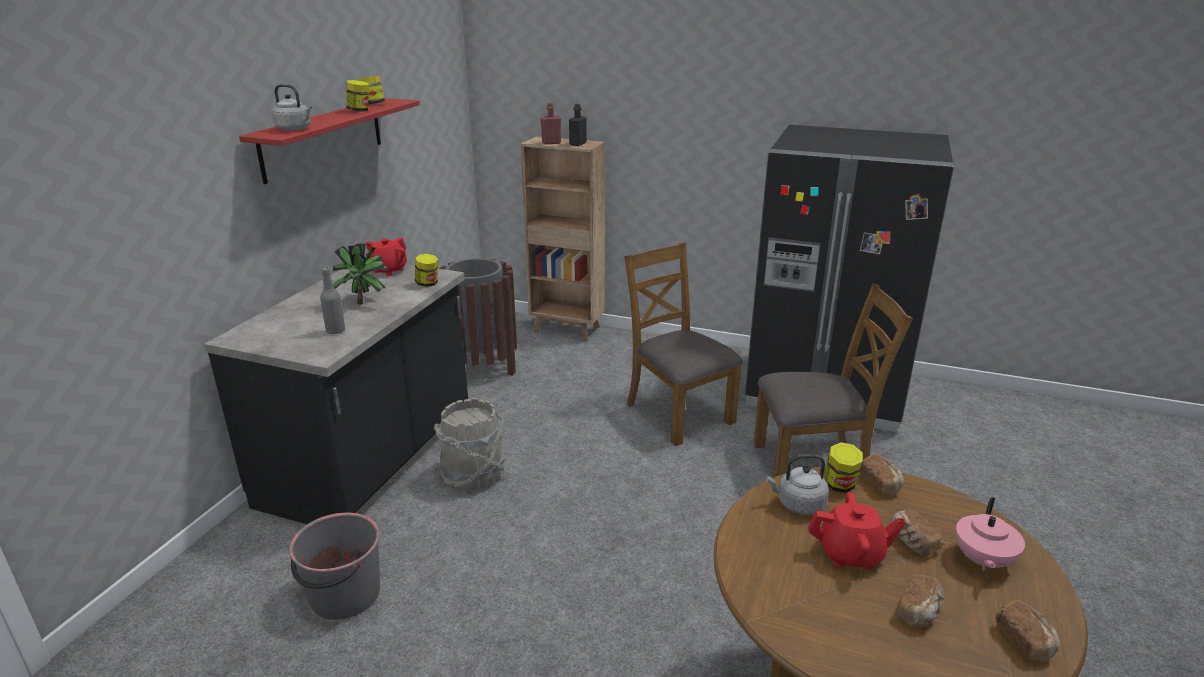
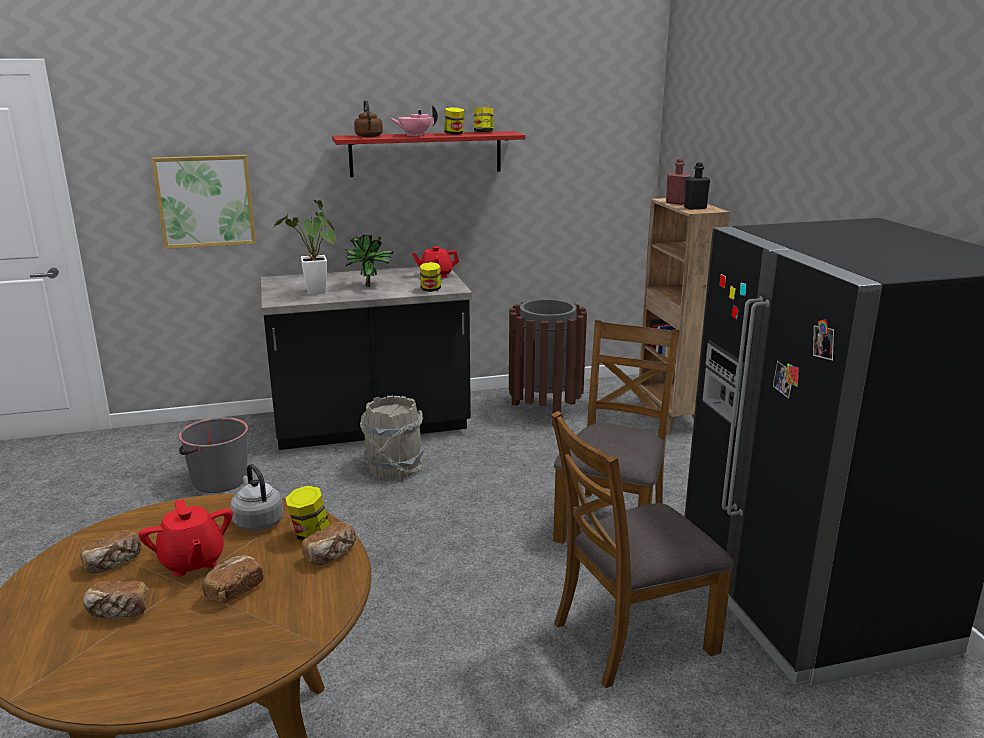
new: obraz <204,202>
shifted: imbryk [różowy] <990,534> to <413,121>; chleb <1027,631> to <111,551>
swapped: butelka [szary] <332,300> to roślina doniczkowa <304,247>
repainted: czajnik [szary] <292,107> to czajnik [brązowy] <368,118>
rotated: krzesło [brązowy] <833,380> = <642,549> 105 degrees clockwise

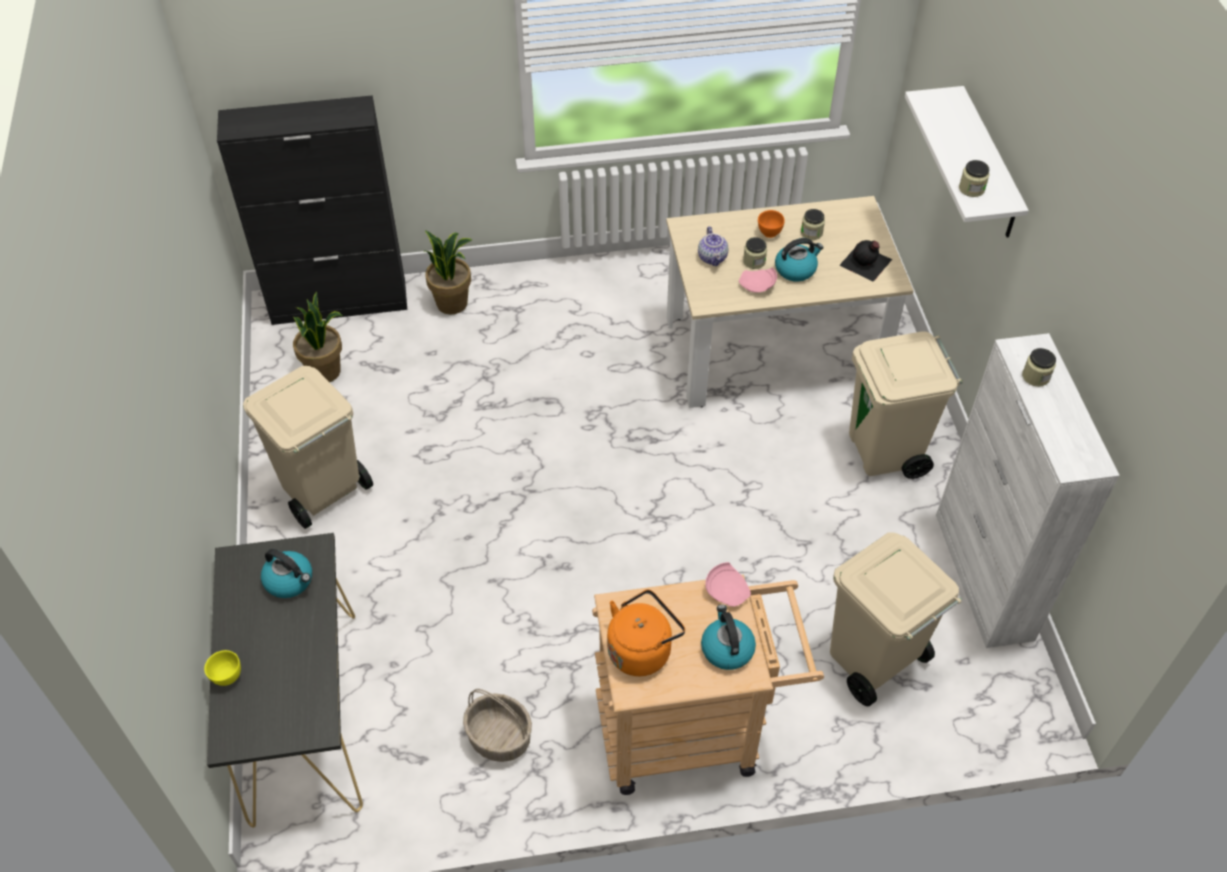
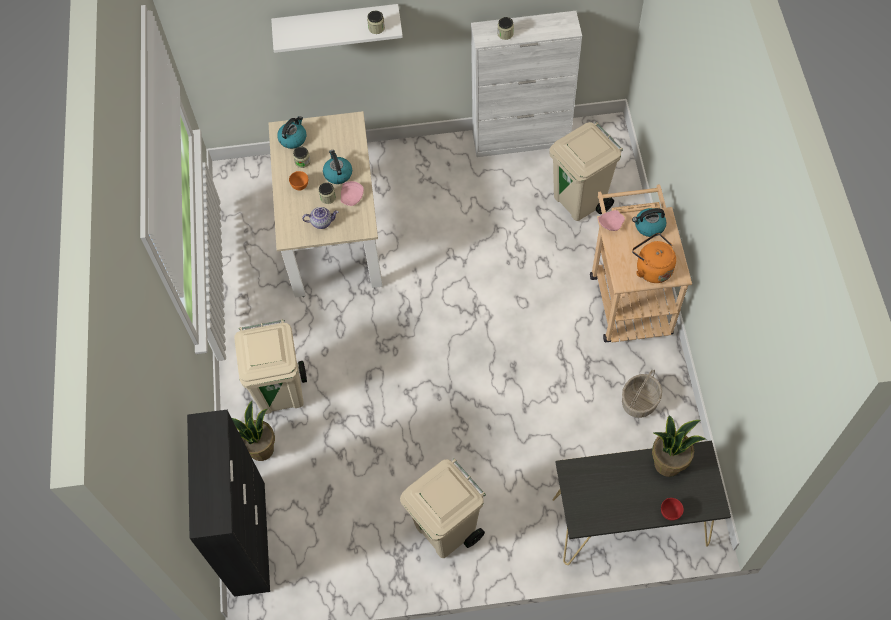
gone: butelka [czarny] <865,261>
shifted: roślina doniczkowa <318,337> to <679,446>; kosz na śmieci [beżowy] <906,405> to <270,366>; czajnik <286,573> to <291,132>
repainted: miska [żółty] <222,668> to miska [czerwony] <672,509>

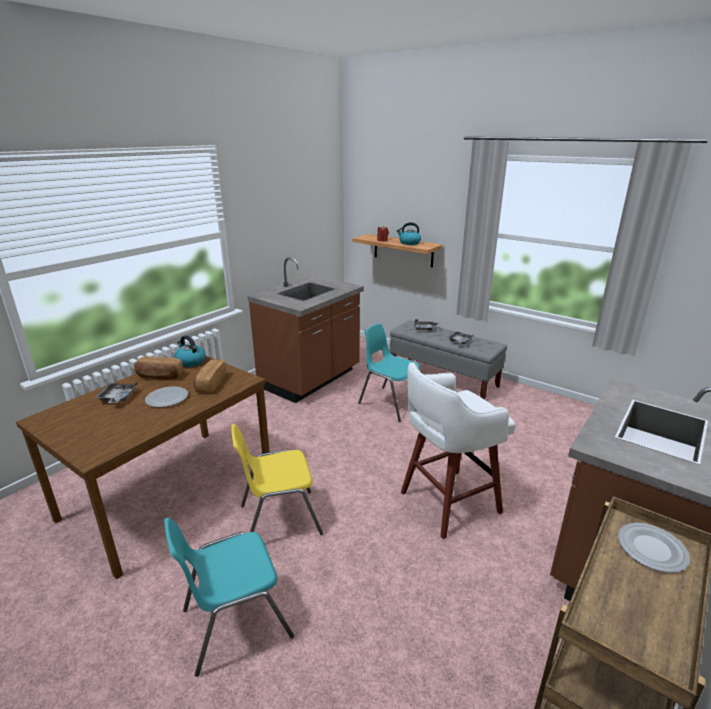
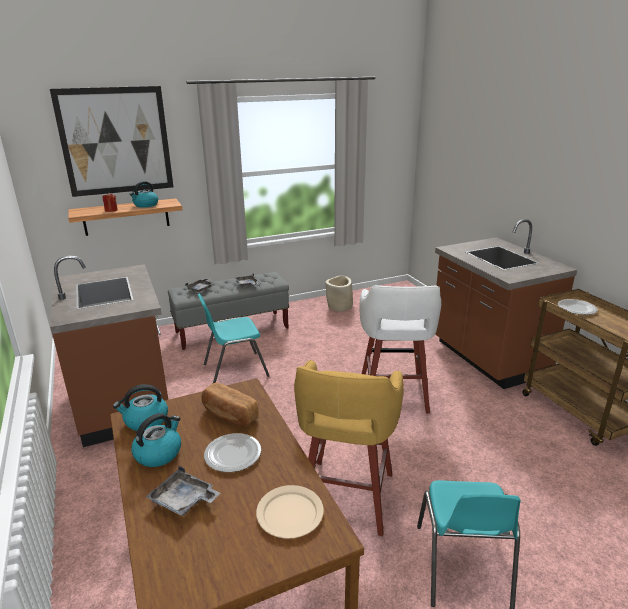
new: obraz <111,141>; donica [beżowy] <339,293>; talerz [beżowy] <290,511>
swapped: chleb <158,368> to czajnik <156,440>; krzesło [żółty] <277,479> to stołek [żółty] <349,448>

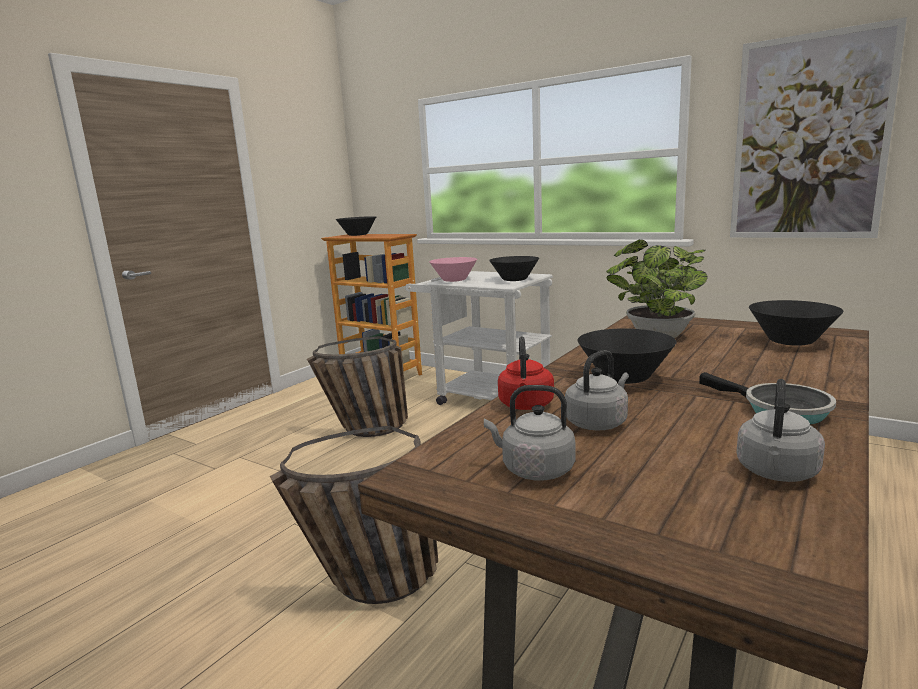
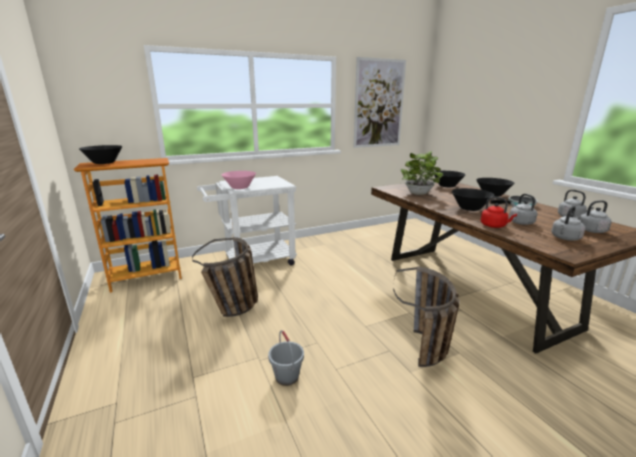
new: czajnik [szary] <594,216>; wiadro [szary] <286,358>
shifted: miska [czarny] <514,268> to <495,187>

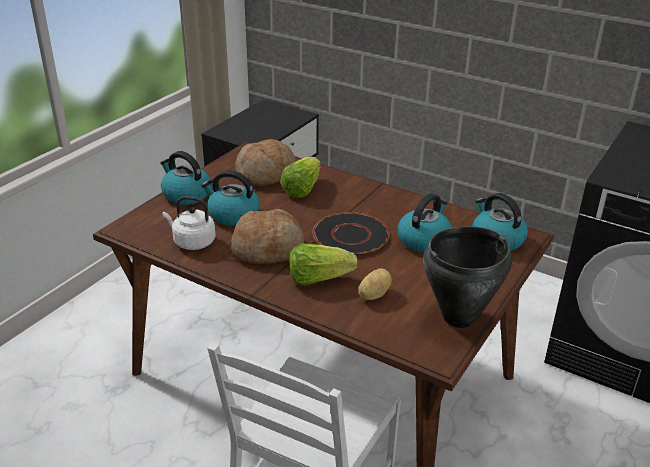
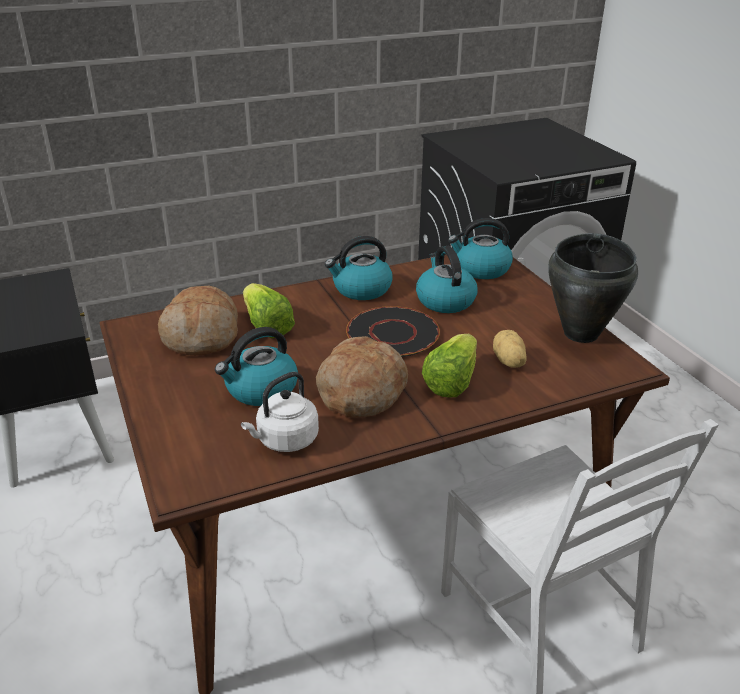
shifted: czajnik <185,178> to <359,268>

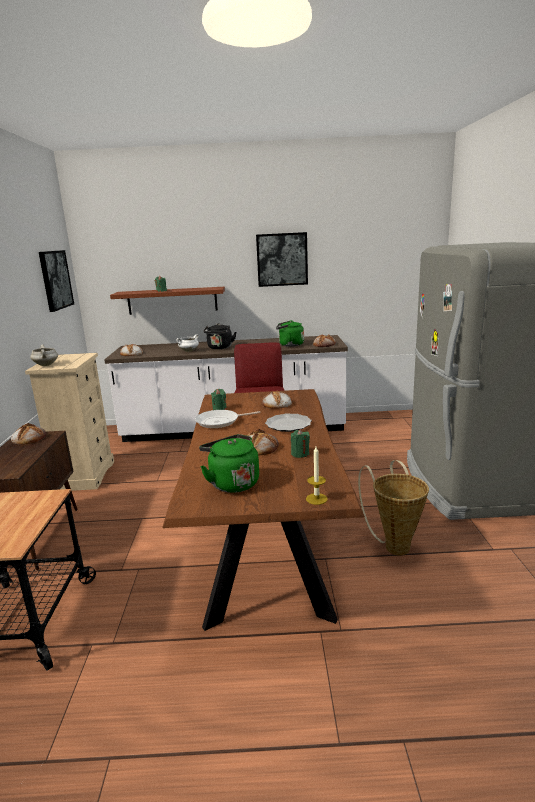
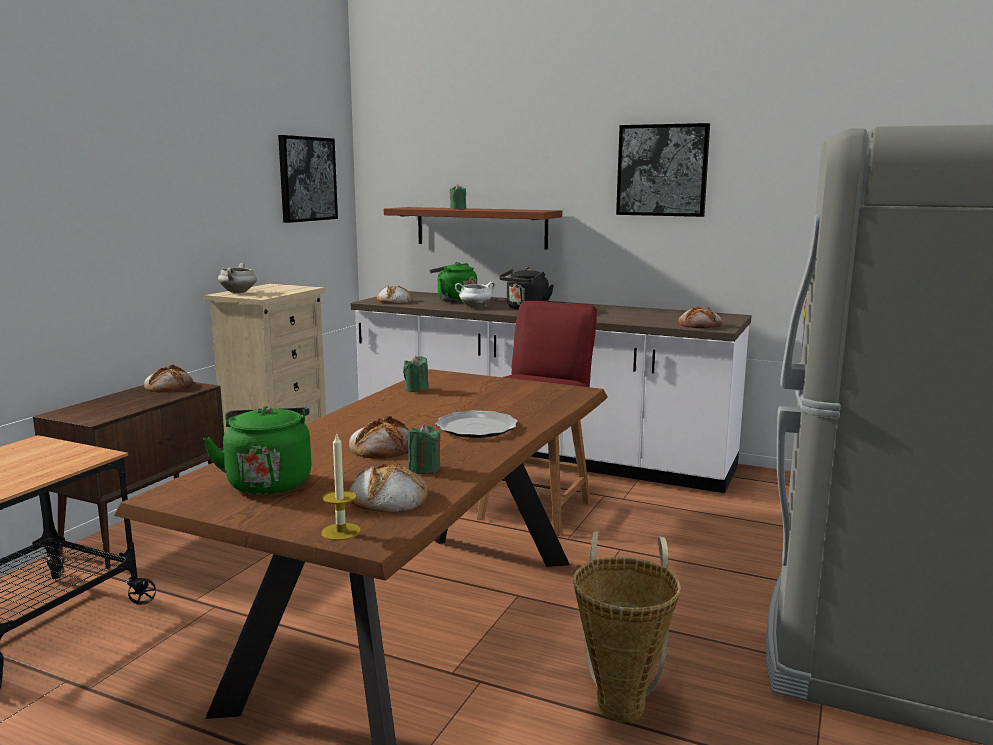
gone: patelnia <228,419>
shifted: czajnik [zielony] <290,333> to <453,282>; chleb <277,400> to <388,488>

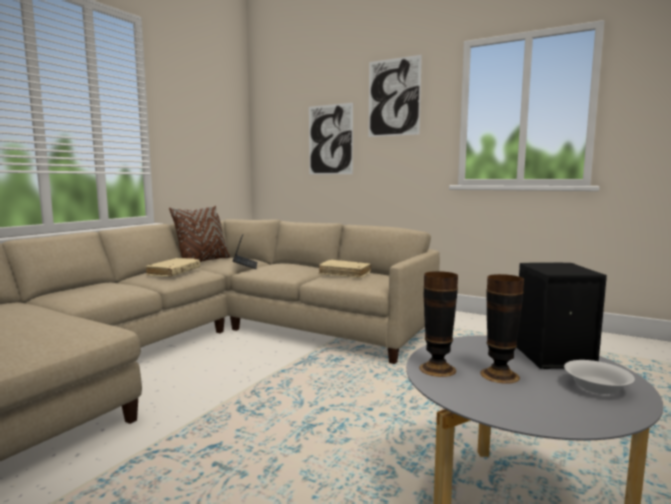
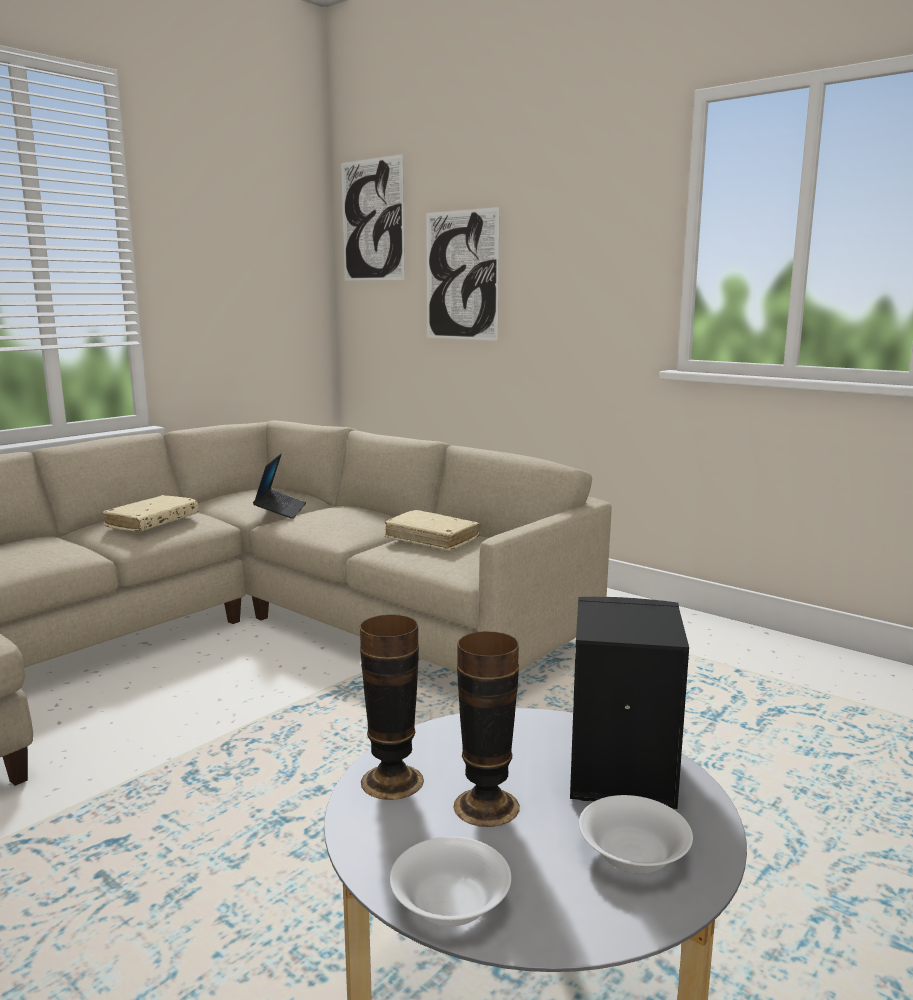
gone: poduszka [brązowy] <199,234>
new: miska [biały] <450,881>
shifted: obraz <395,96> to <373,217>

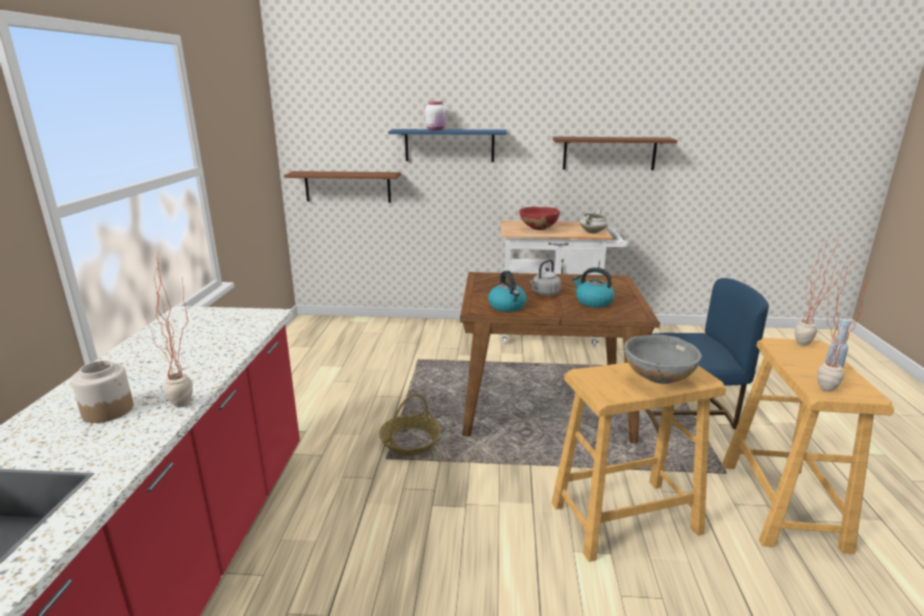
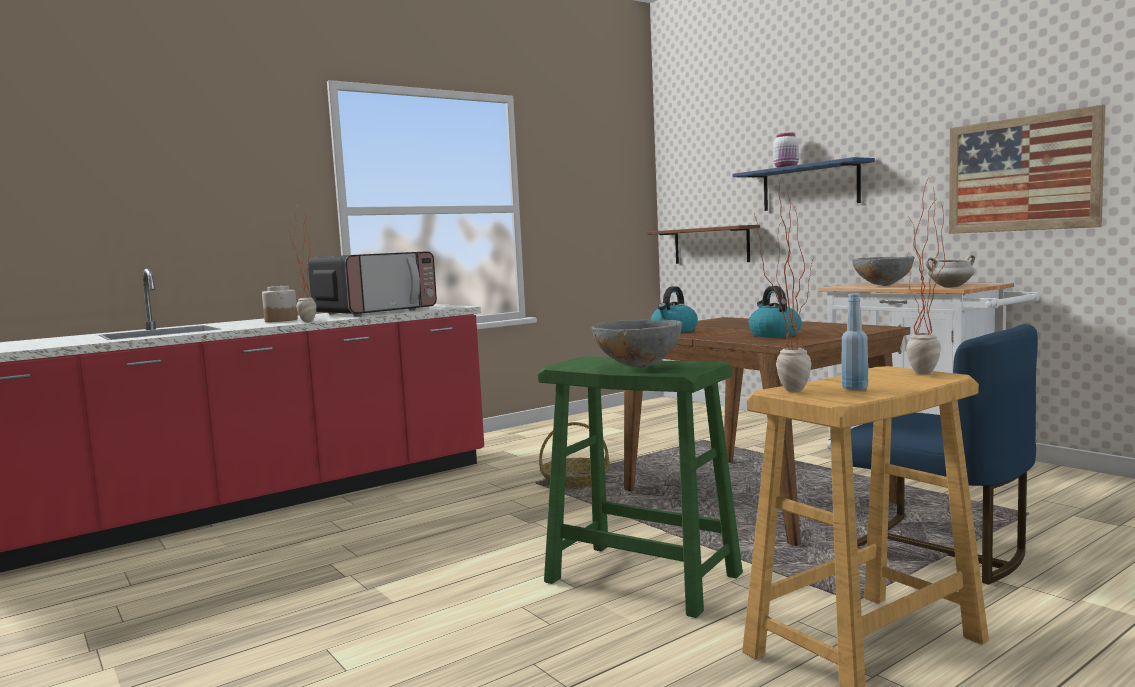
gone: czajnik [szary] <545,277>
new: mikrofalówka <372,283>
swapped: półka [brązowy] <615,153> to obraz <1027,169>
repainted: miska [czerwony] <539,218> to miska [szary] <883,271>; stołek [beżowy] <638,462> to stołek [zielony] <640,487>

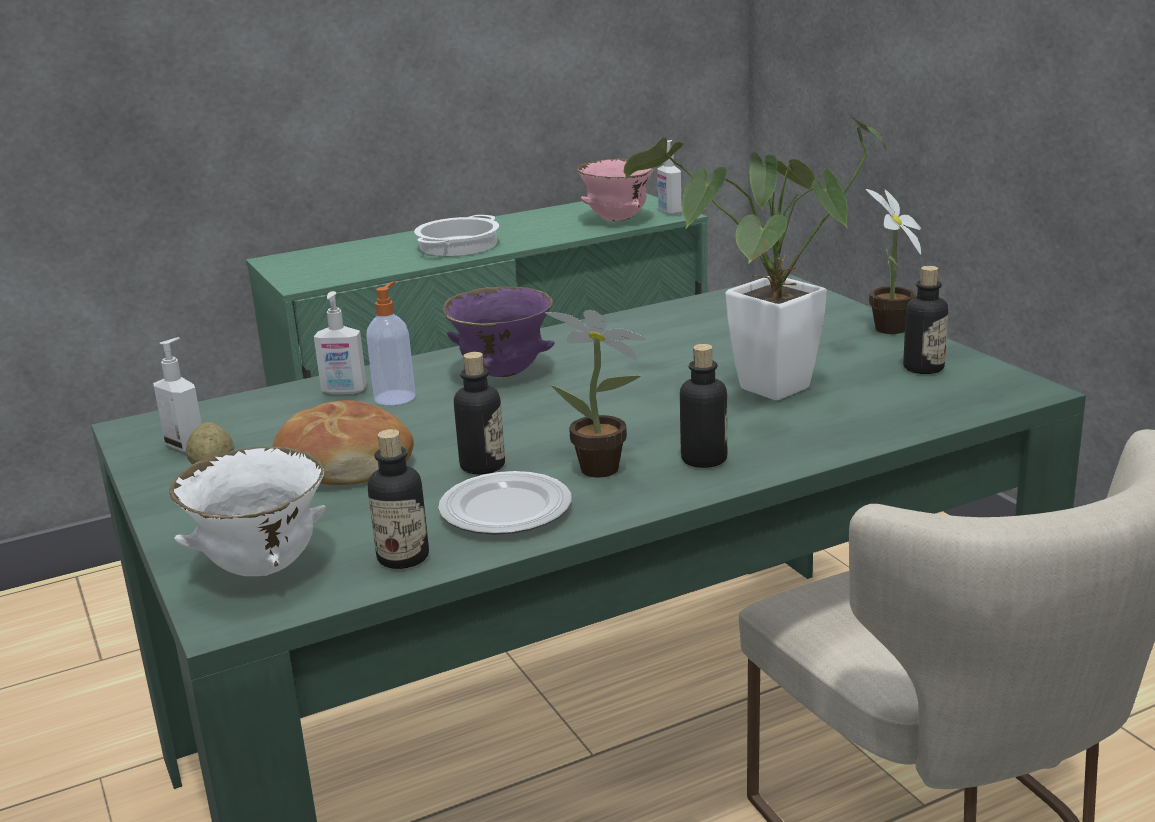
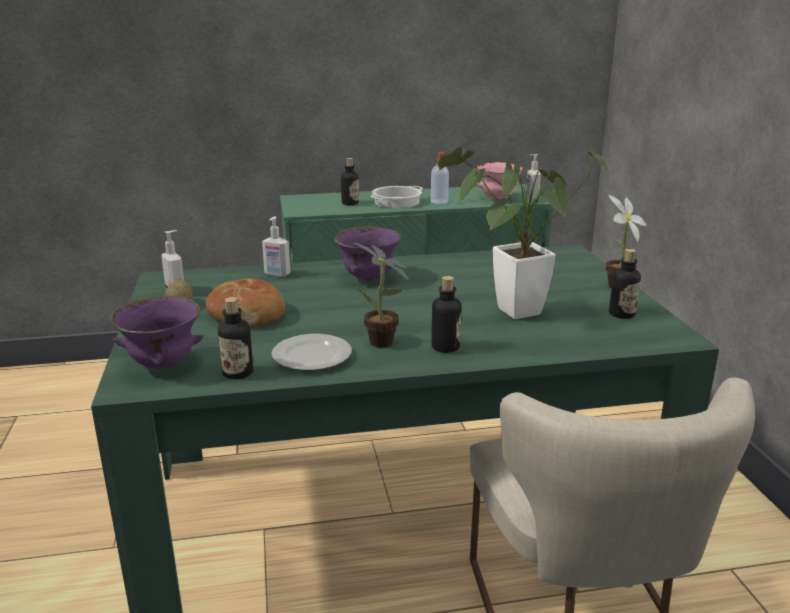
shifted: dozownik mydła <391,343> to <440,177>; butelka <479,413> to <350,181>
repainted: miska [biały] <247,511> to miska [fioletowy] <156,332>

